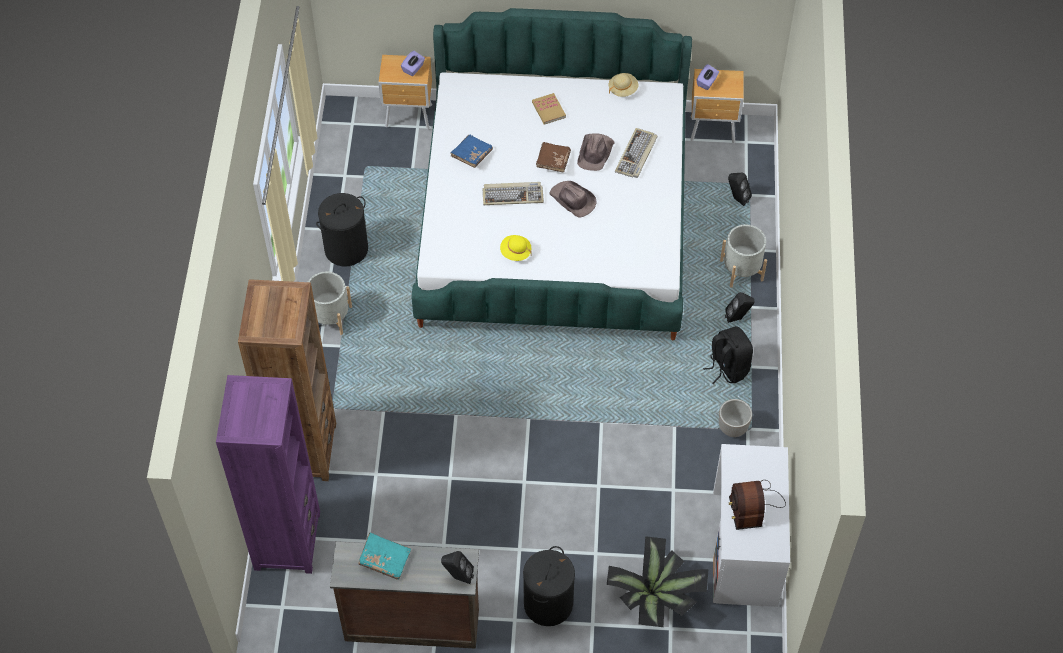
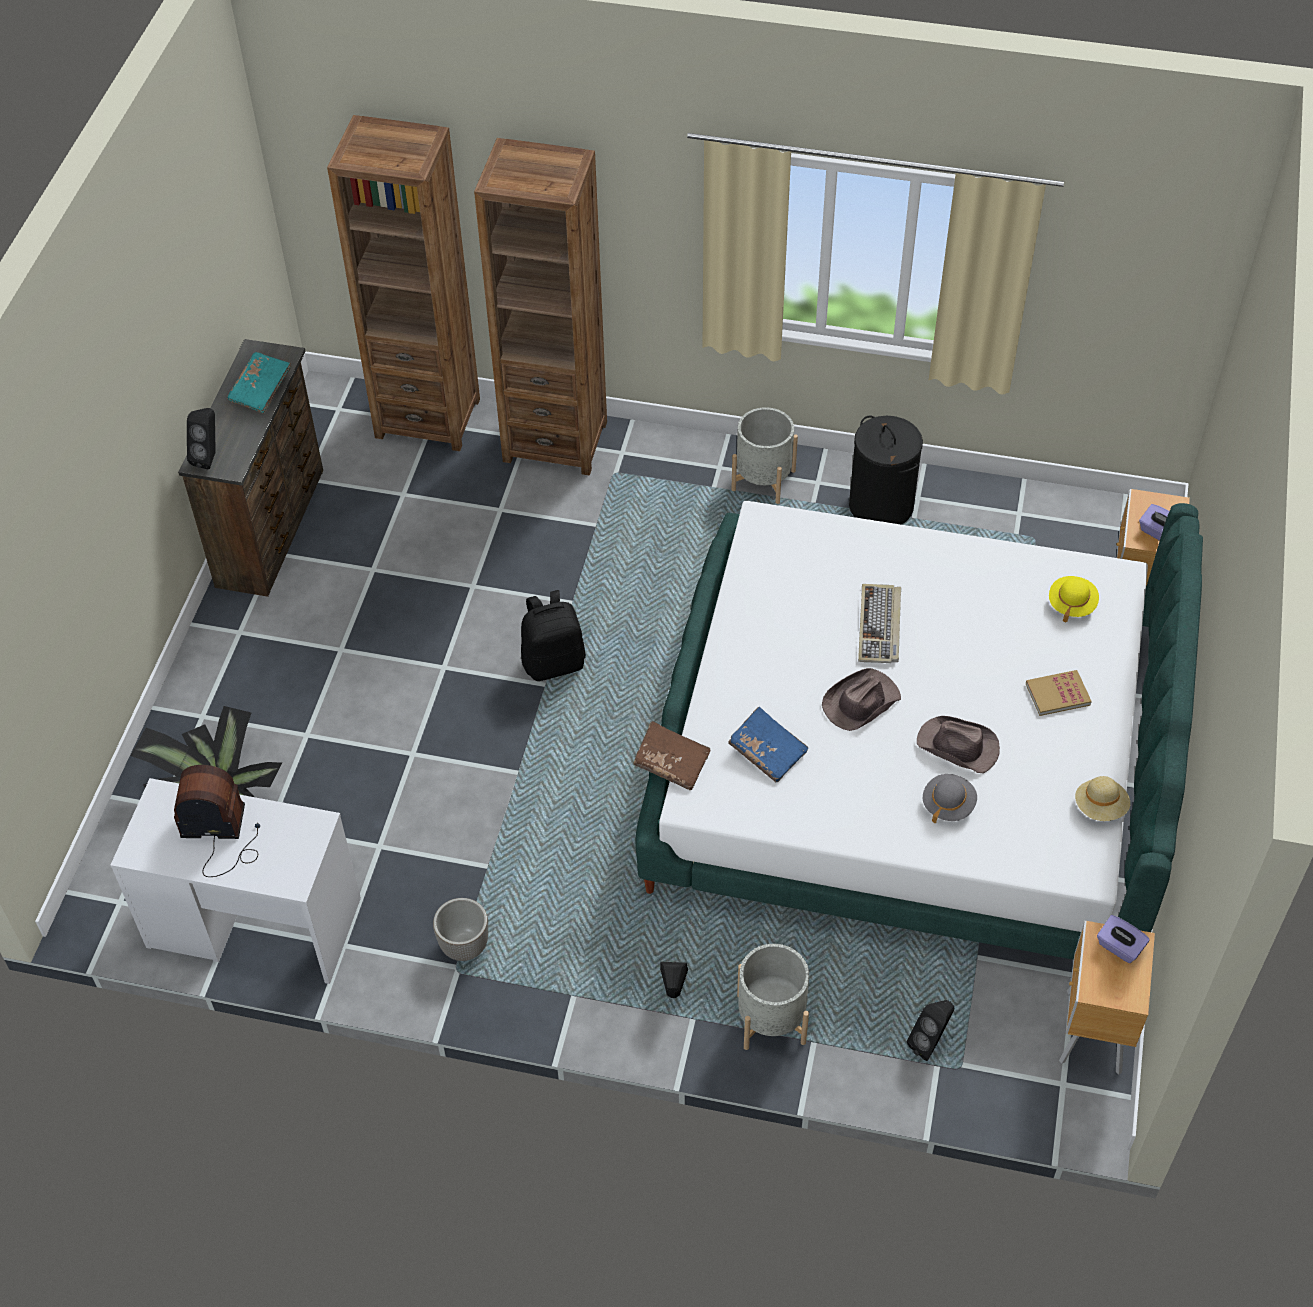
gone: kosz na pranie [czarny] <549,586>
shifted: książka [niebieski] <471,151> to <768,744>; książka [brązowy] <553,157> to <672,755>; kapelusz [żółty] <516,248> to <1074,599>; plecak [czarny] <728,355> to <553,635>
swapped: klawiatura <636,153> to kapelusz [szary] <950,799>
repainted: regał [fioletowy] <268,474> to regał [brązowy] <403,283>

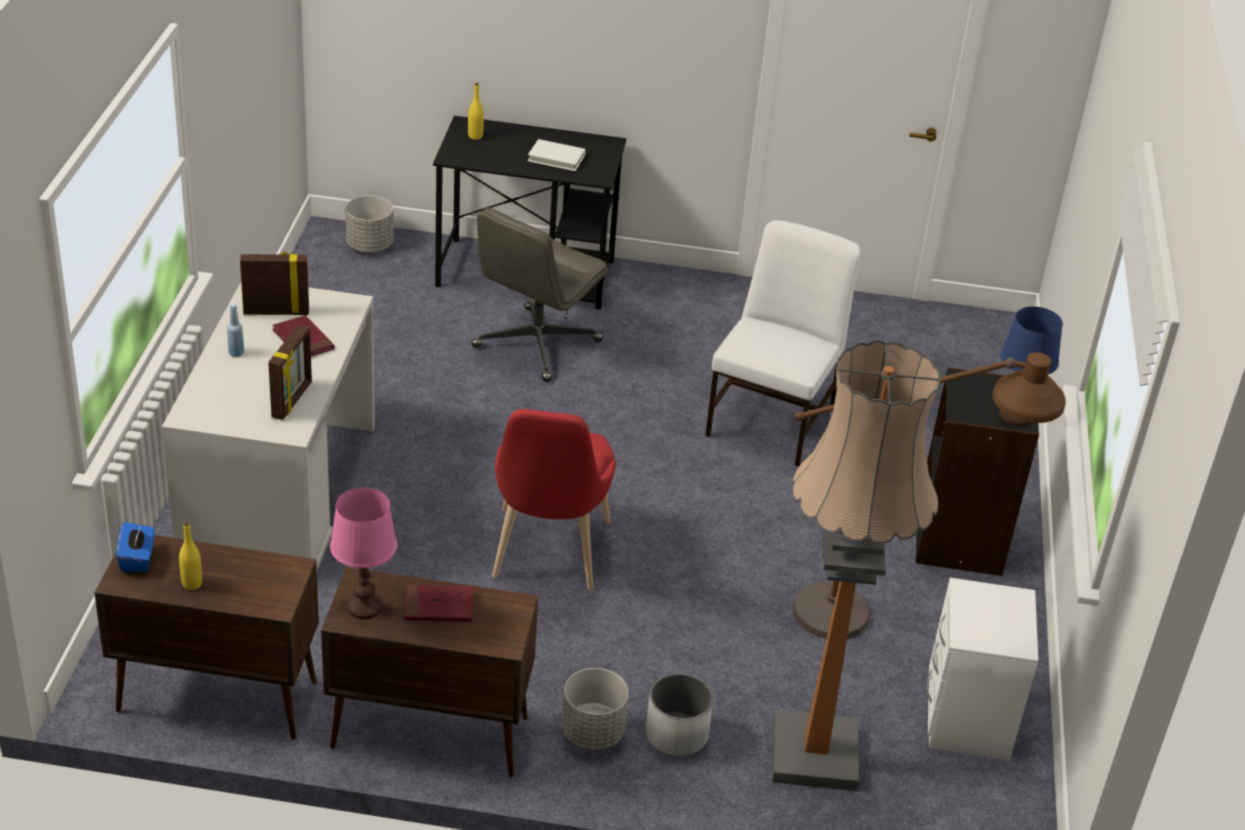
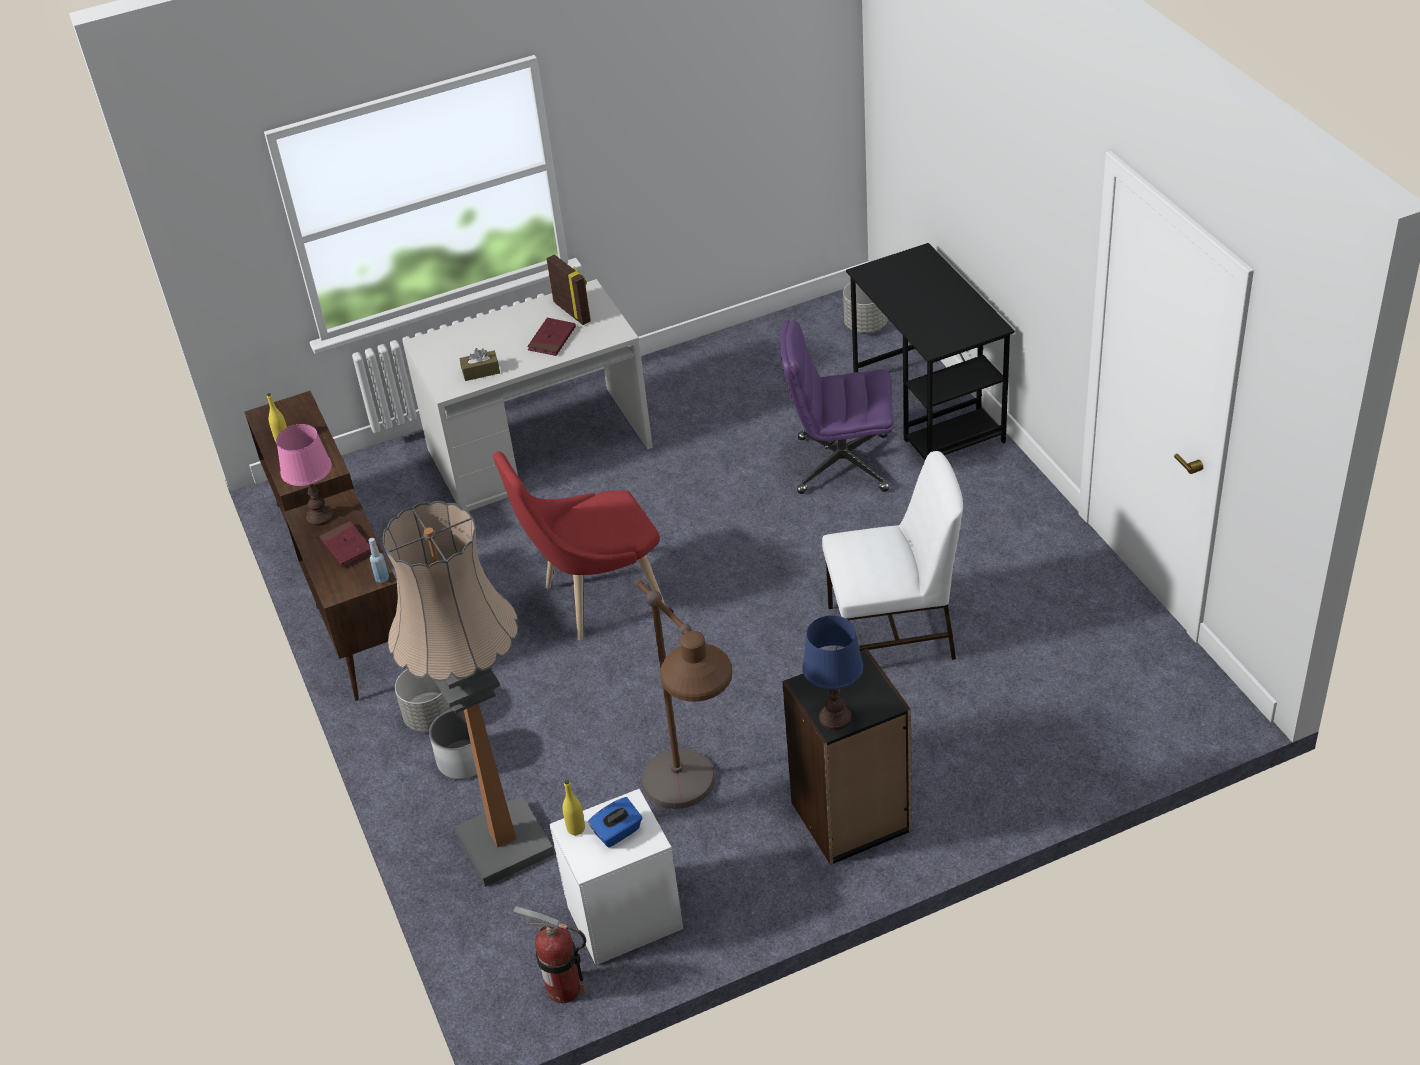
gone: książka [biały] <557,155>
new: gaśnica <550,954>
shifted: butelka [żółty] <476,111> to <573,807>; butelka [niebieski] <235,330> to <379,560>; pudełko chusteczek [niebieski] <136,547> to <615,822>
swapped: ramka na zdjęcie <290,372> to pudełko chusteczek [brązowy] <480,364>
repainted: krzesło biurowe [szary] <540,295> to krzesło biurowe [fioletowy] <837,407>

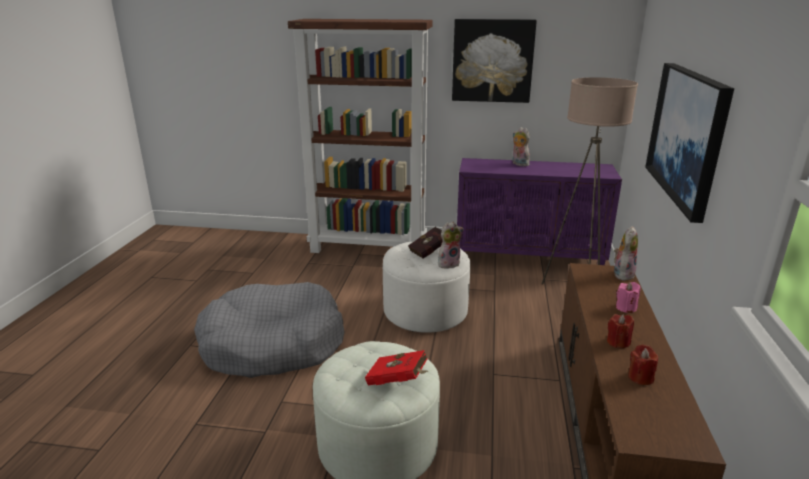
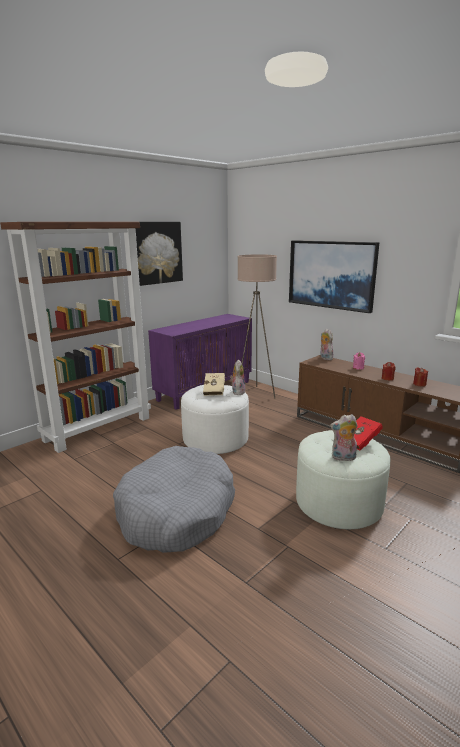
shifted: pluszak <521,146> to <344,437>
repainted: książka [czerwony] <425,243> to książka [beżowy] <214,384>

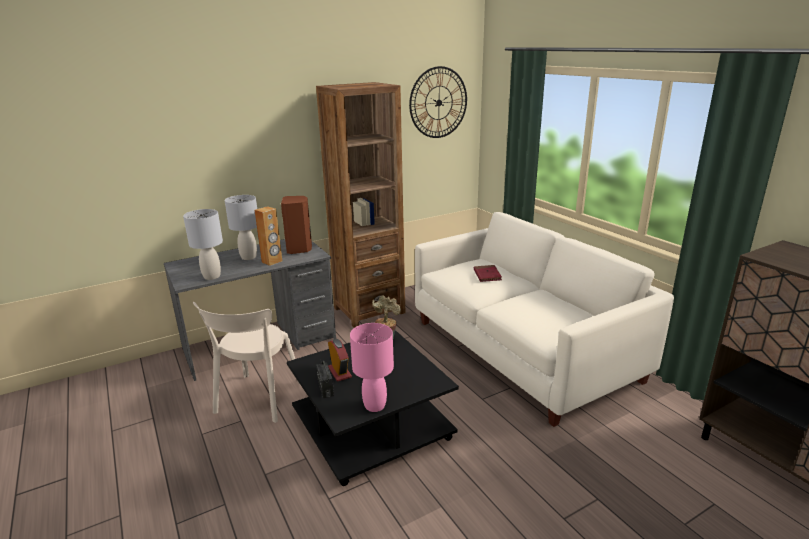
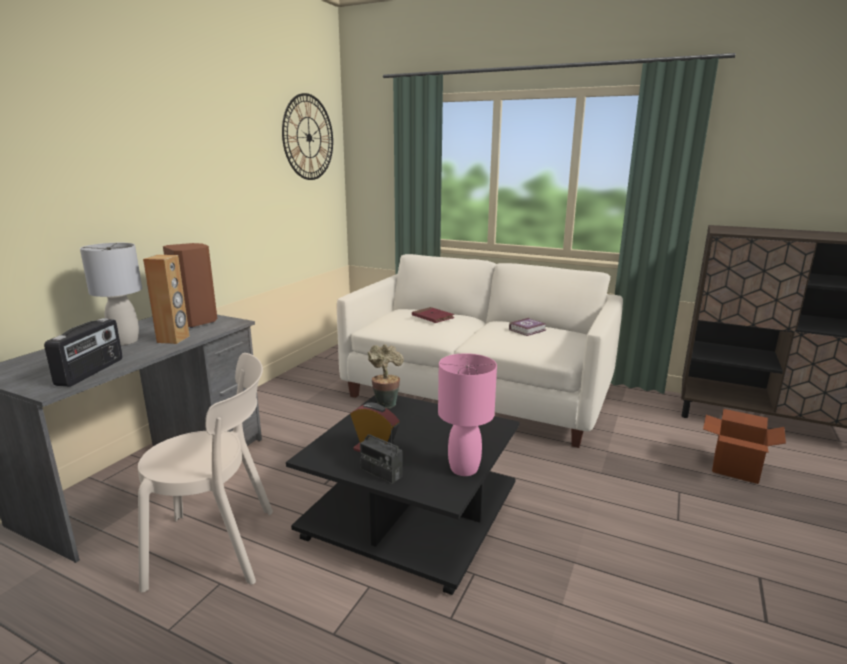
gone: regał [brązowy] <360,205>
new: książka <527,327>; karton <744,446>
swapped: lampa stołowa [szary] <203,244> to radio <83,352>
rotated: krzesło [beżowy] <246,362> = <205,473> 75 degrees counterclockwise

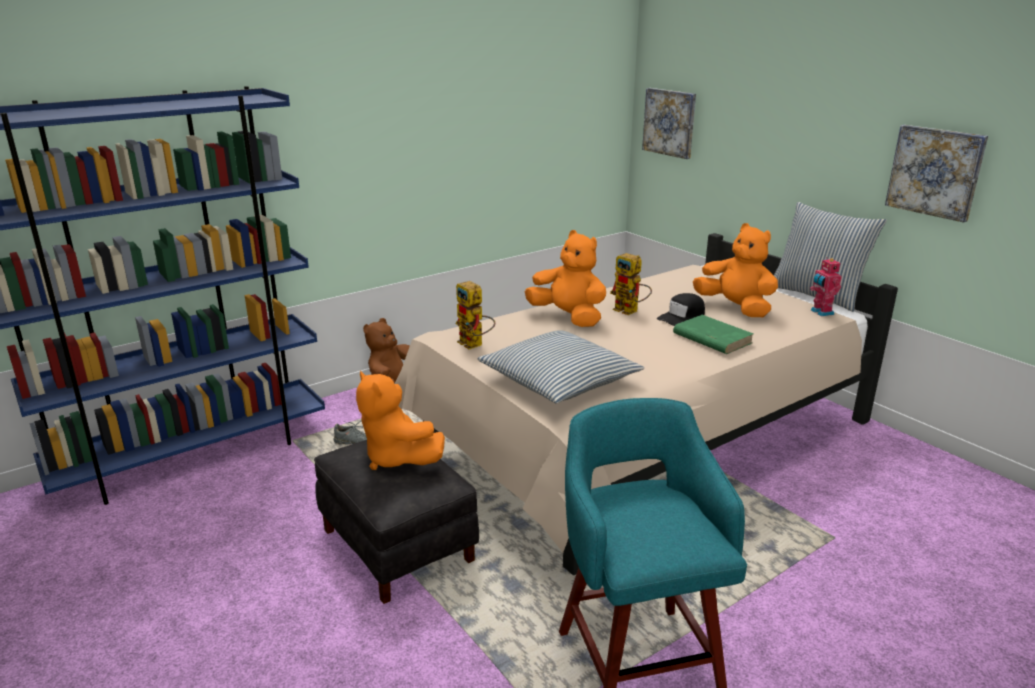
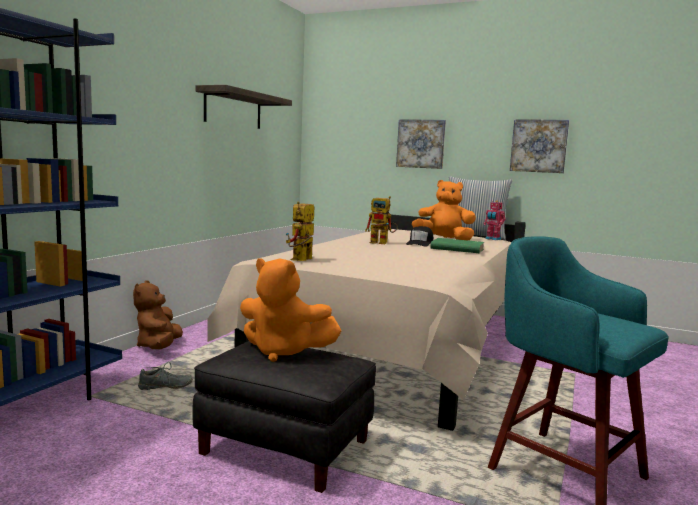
gone: pluszak [pomarańczowy] <565,278>; poduszka <560,367>
new: półka <244,107>
shifted: obraz <669,123> to <421,144>
rotated: robot zabawkowy <475,315> = <300,231> 90 degrees clockwise

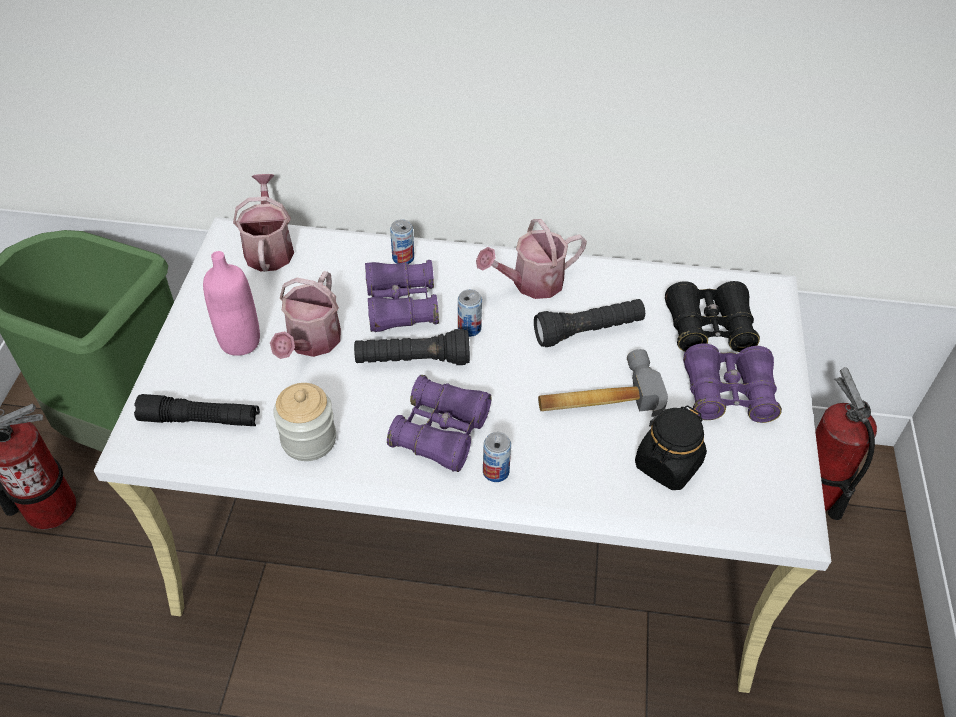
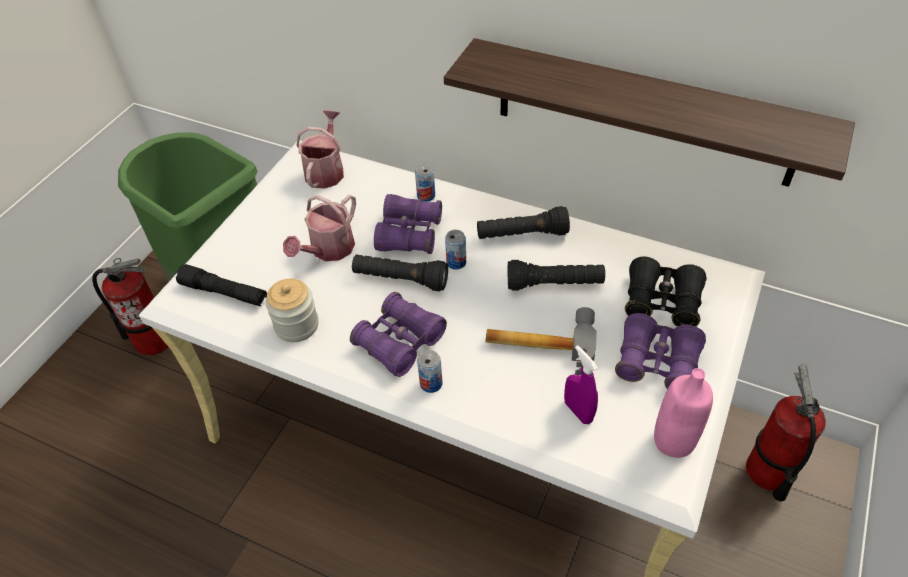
new: półka <649,112>
shifted: butelka [różowy] <231,303> to <683,413>
swapped: konewka <531,259> to latarka [czarny] <523,222>; słoik [czarny] <671,448> to spryskiwacz [fioletowy] <581,384>

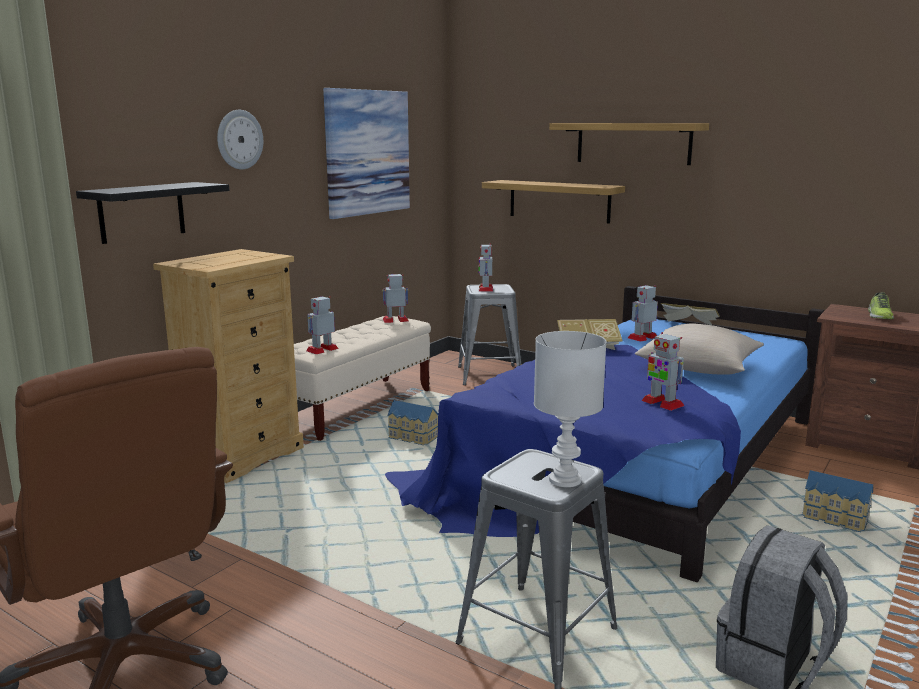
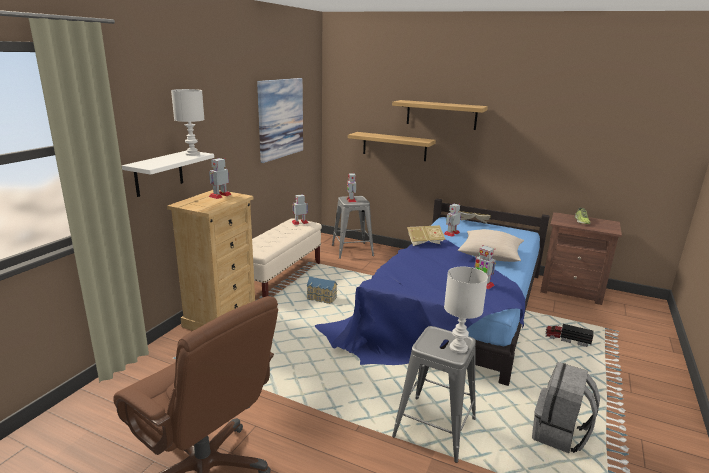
gone: zegar ścienny <240,140>
new: lampa stołowa [biały] <188,122>
shifted: robot zabawkowy <322,325> to <220,178>
swapped: domek <837,501> to ciężarówka zabawkowa <569,335>
repainted: półka [czarny] <152,213> to półka [biały] <168,174>

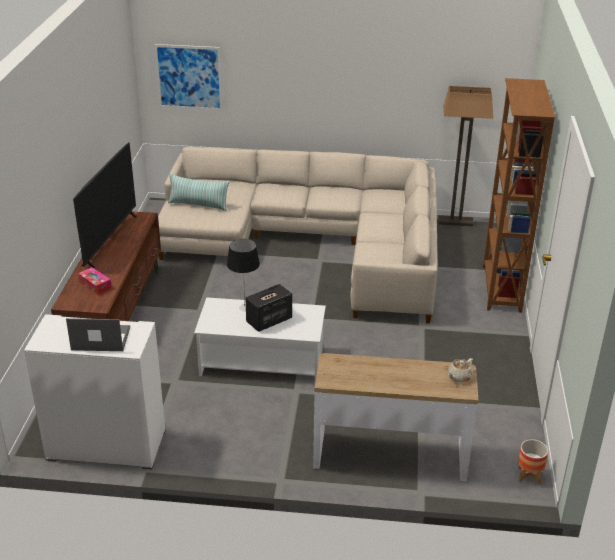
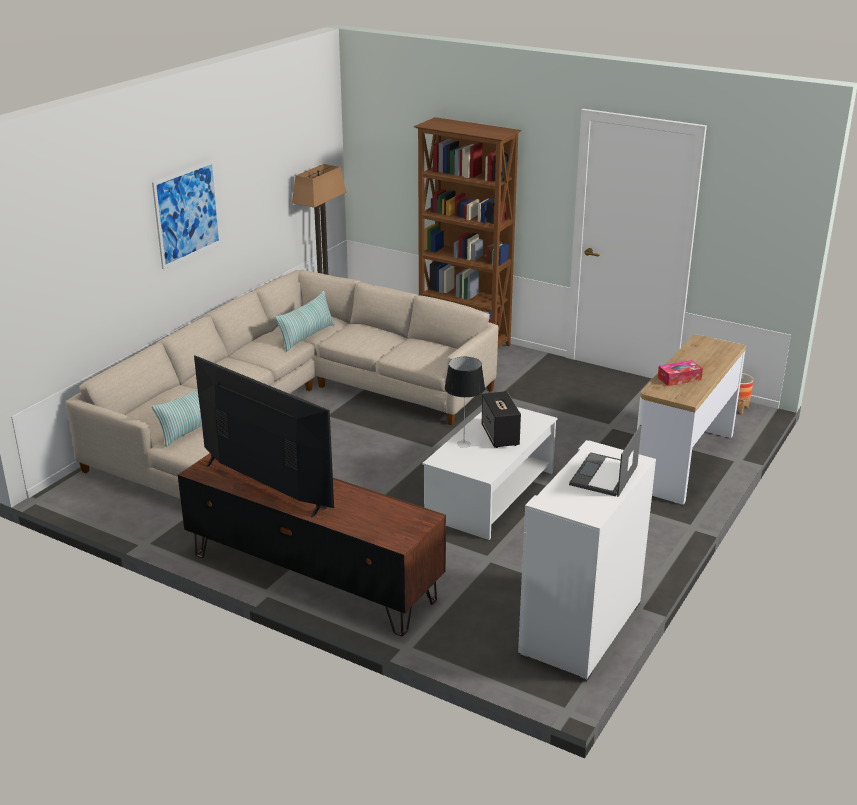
gone: imbryk [beżowy] <460,370>
new: poduszka <305,321>
shifted: obraz <188,77> to <186,214>; pudełko chusteczek <95,281> to <680,373>

